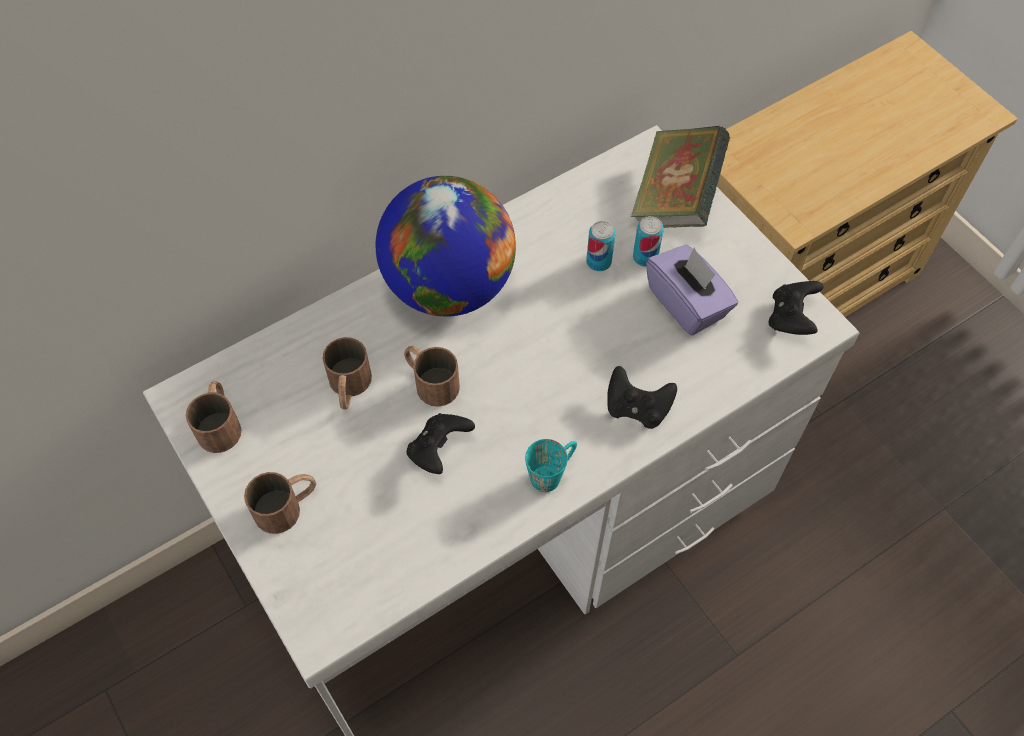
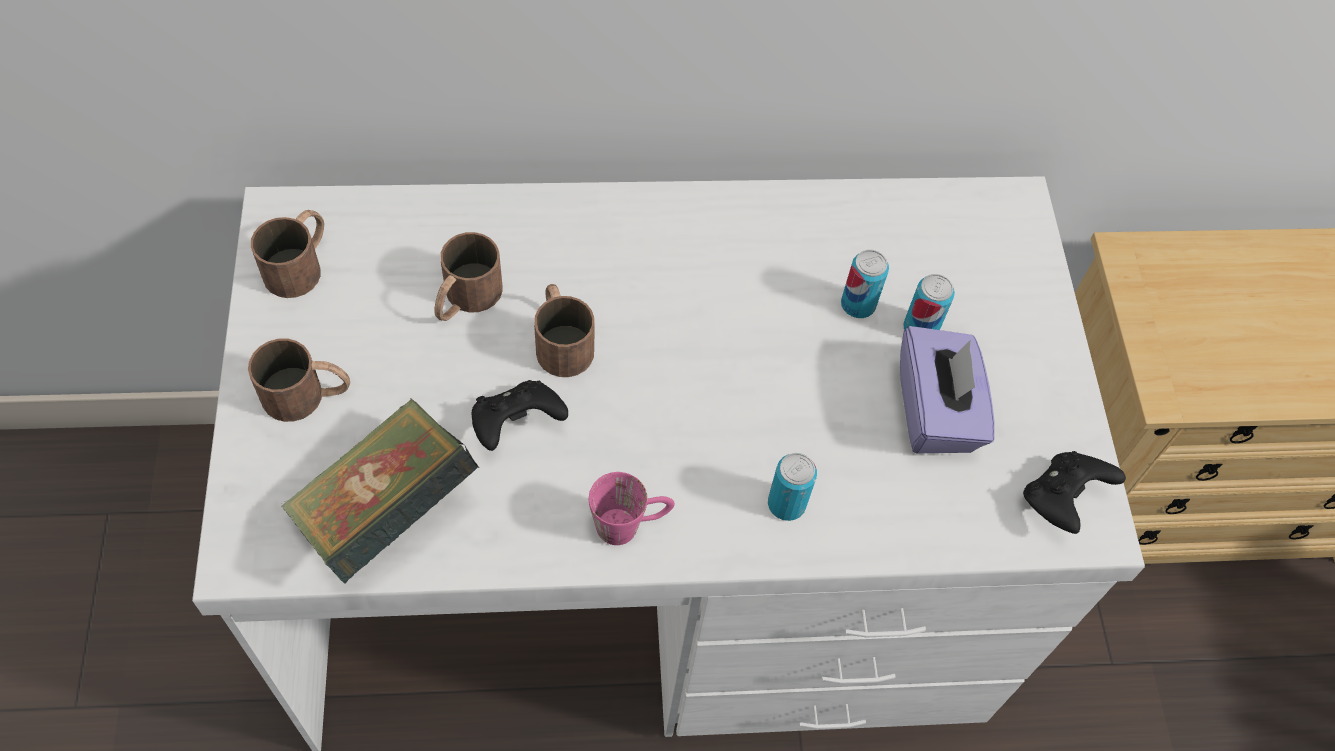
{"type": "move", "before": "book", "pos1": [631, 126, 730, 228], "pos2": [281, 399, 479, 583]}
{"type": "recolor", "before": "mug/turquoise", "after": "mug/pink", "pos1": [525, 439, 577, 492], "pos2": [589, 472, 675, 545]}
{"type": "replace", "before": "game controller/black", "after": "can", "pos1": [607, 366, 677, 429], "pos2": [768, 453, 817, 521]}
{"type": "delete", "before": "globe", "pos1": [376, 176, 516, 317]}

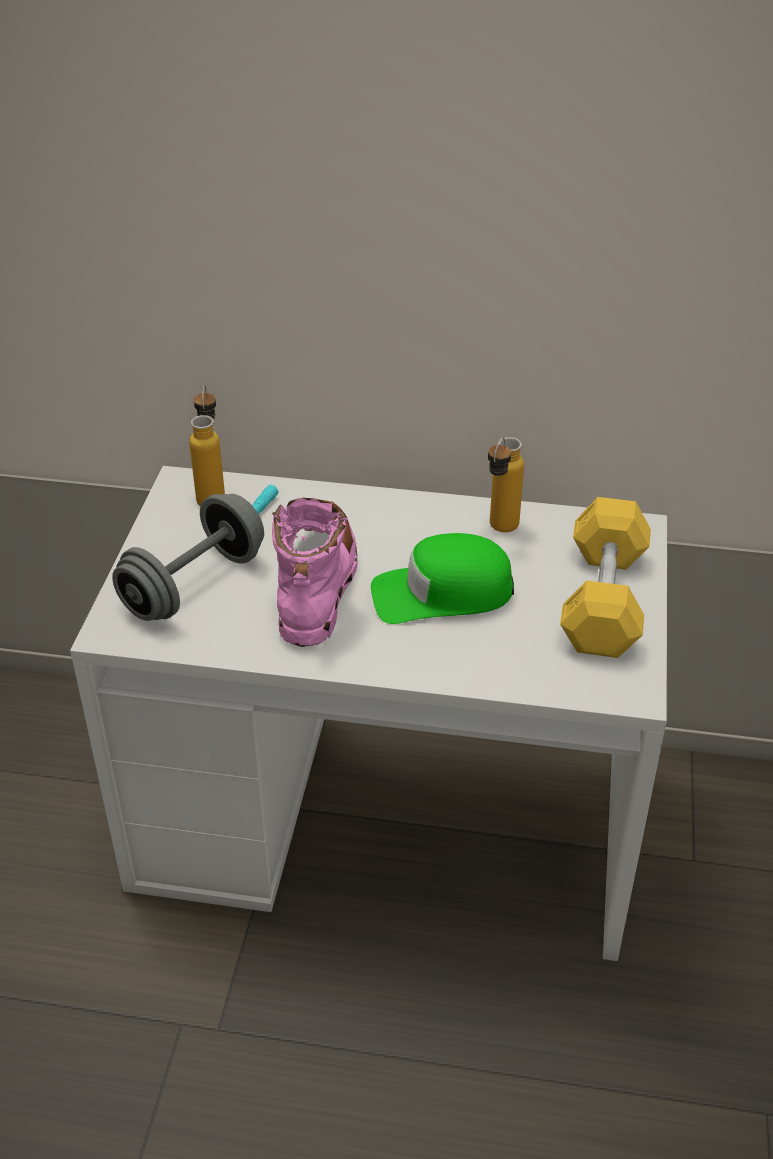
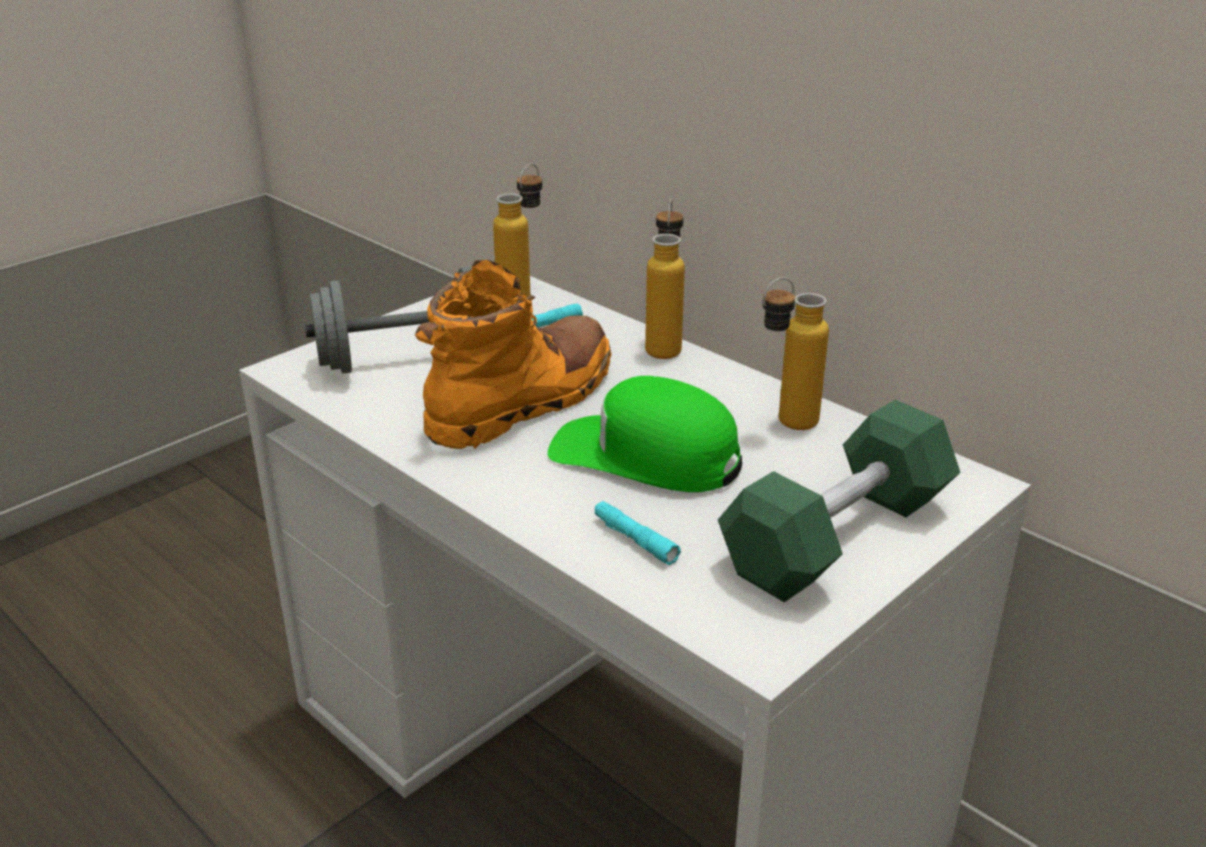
{"type": "recolor", "before": "boot/pink", "after": "boot/orange", "pos1": [272, 498, 357, 647], "pos2": [415, 260, 612, 449]}
{"type": "insert", "after": "flashlight/turquoise", "pos2": [595, 501, 681, 565]}
{"type": "insert", "after": "bottle", "pos2": [645, 199, 685, 359]}
{"type": "recolor", "before": "dumbbell/yellow", "after": "dumbbell/green", "pos1": [560, 497, 651, 658], "pos2": [718, 400, 960, 603]}

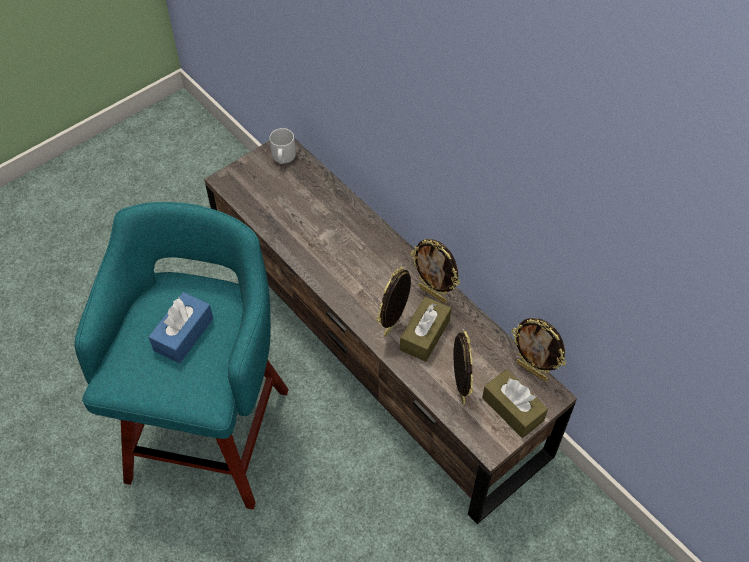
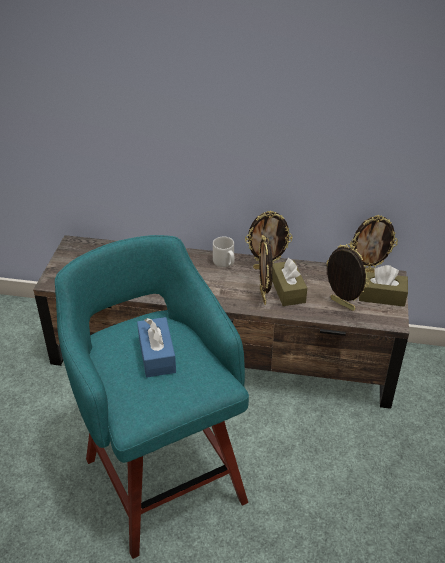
{"type": "move", "before": "mug/grey", "pos1": [270, 128, 296, 164], "pos2": [213, 236, 235, 267]}

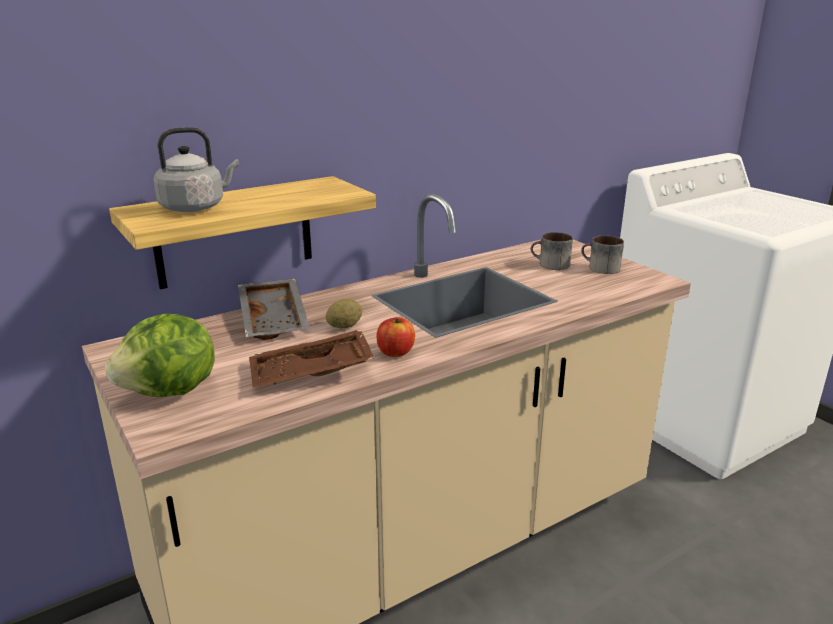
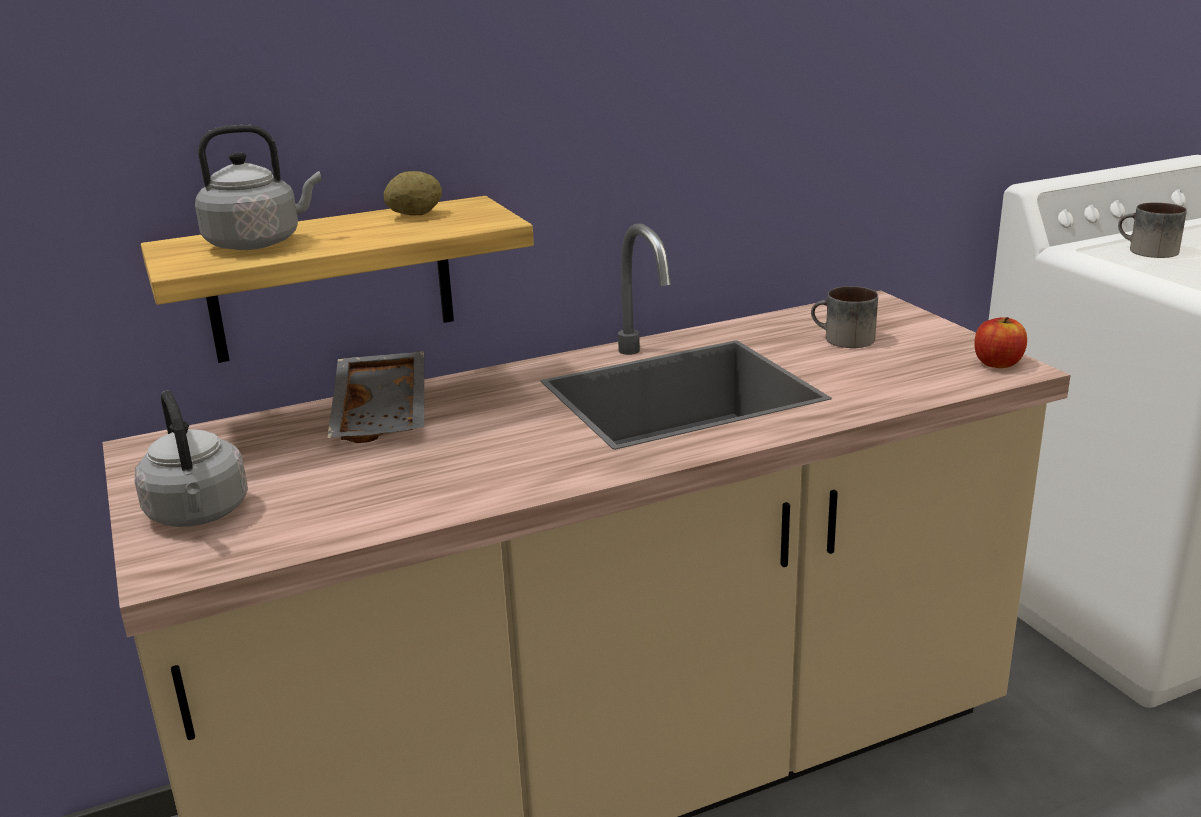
{"type": "replace", "before": "lettuce", "after": "kettle/grey", "pos1": [105, 313, 215, 397], "pos2": [134, 391, 248, 527]}
{"type": "move", "before": "potato", "pos1": [326, 299, 362, 329], "pos2": [383, 171, 442, 216]}
{"type": "move", "before": "apple", "pos1": [377, 317, 415, 357], "pos2": [974, 317, 1027, 368]}
{"type": "move", "before": "mug", "pos1": [581, 235, 624, 274], "pos2": [1118, 202, 1187, 258]}
{"type": "delete", "before": "tray/brown", "pos1": [249, 329, 374, 387]}

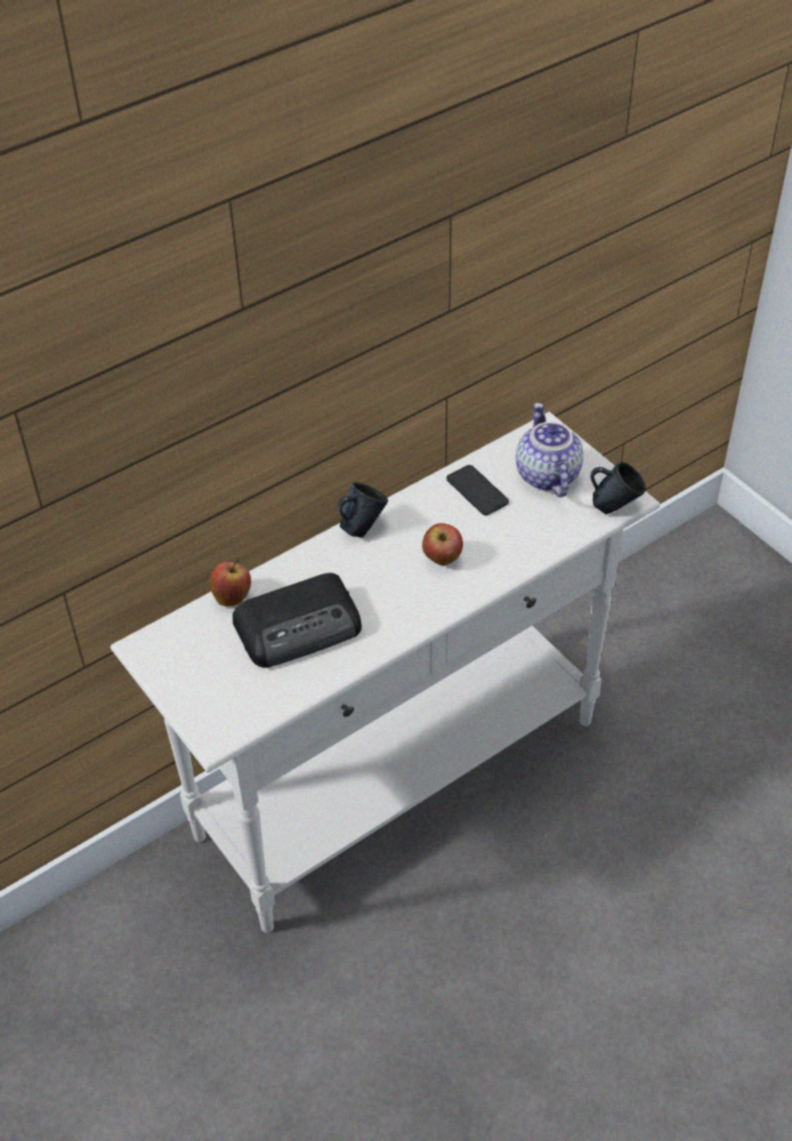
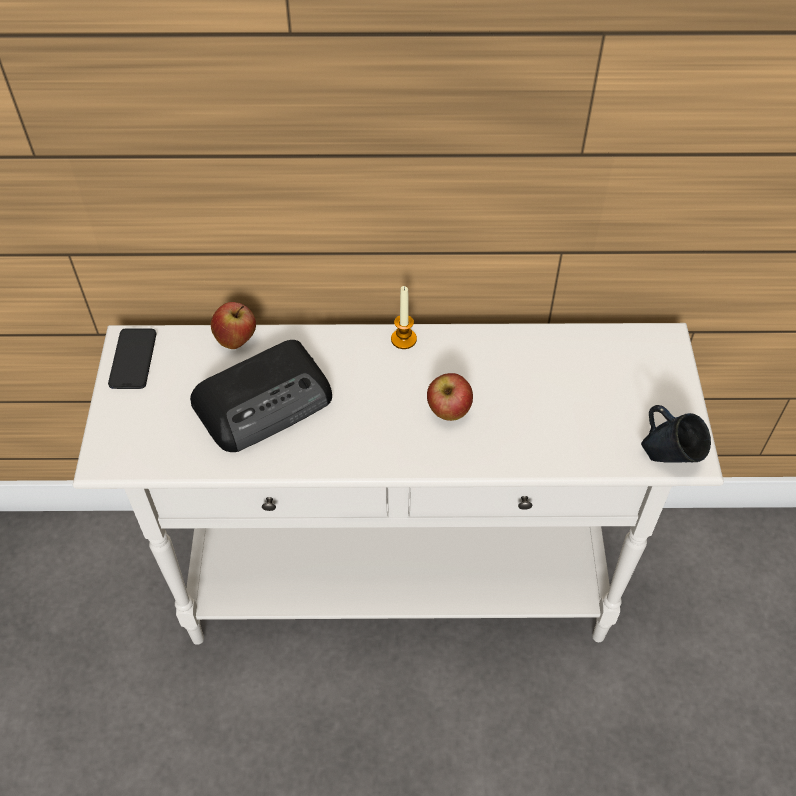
{"type": "move", "before": "phone", "pos1": [447, 465, 509, 516], "pos2": [108, 328, 156, 389]}
{"type": "rotate", "before": "radio", "pos1": [232, 573, 362, 668], "pos2": [190, 340, 332, 452], "turn": -45}
{"type": "replace", "before": "mug/blue", "after": "candle", "pos1": [337, 482, 388, 538], "pos2": [391, 286, 417, 349]}
{"type": "delete", "before": "teapot", "pos1": [516, 403, 583, 497]}

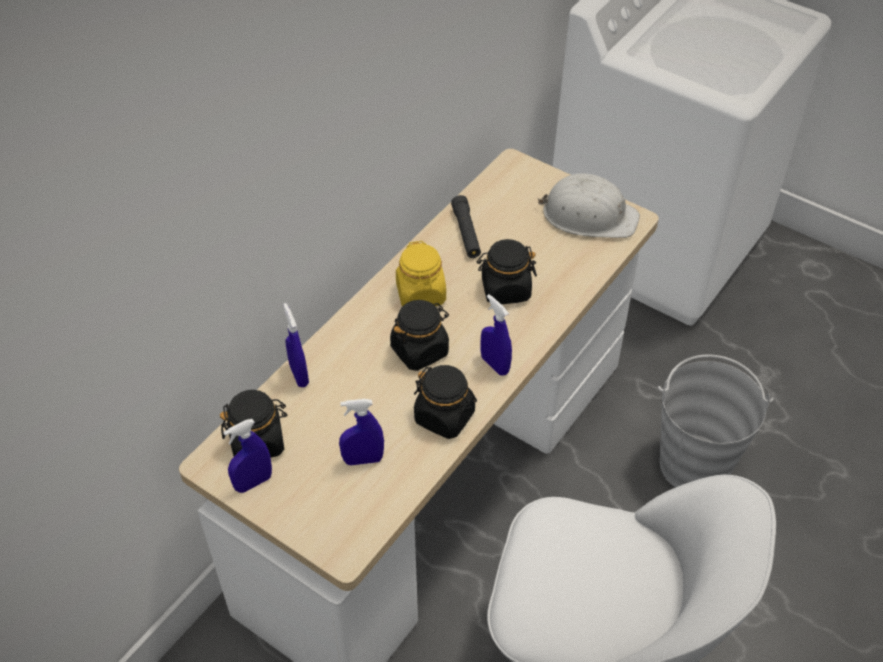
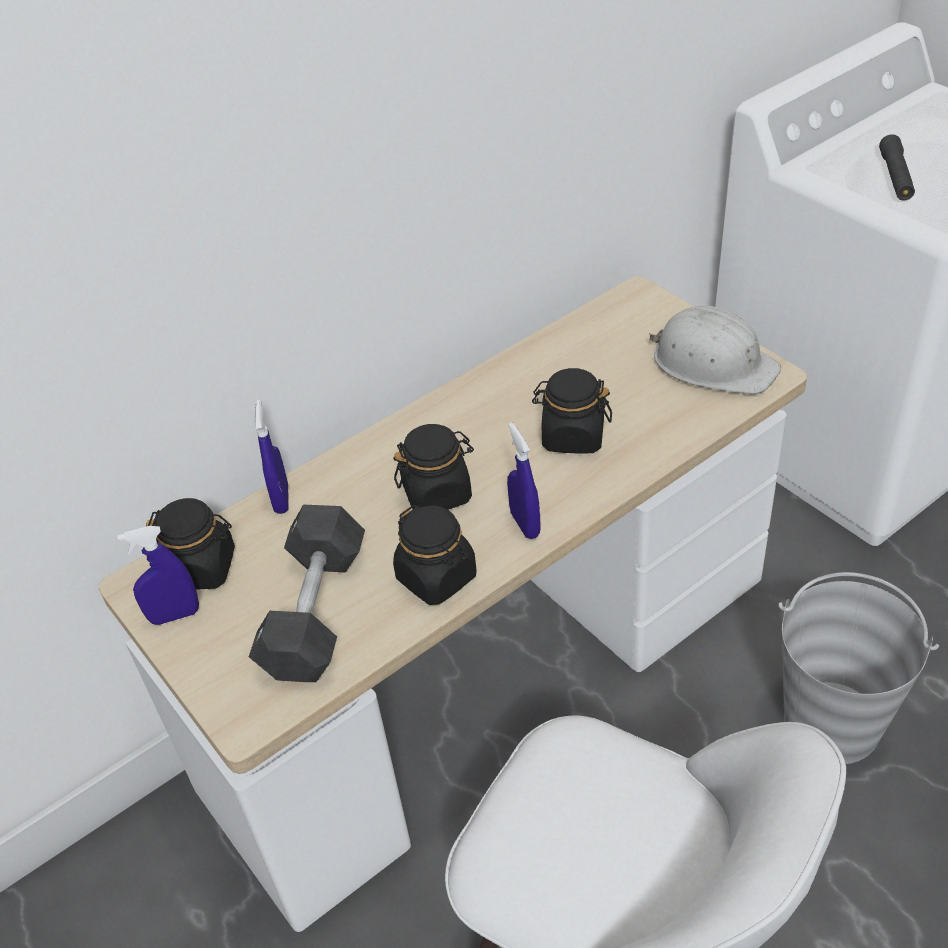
{"type": "replace", "before": "spray bottle/blue", "after": "dumbbell/black", "pos1": [339, 399, 384, 465], "pos2": [249, 505, 365, 682]}
{"type": "move", "before": "flashlight/black", "pos1": [451, 195, 481, 258], "pos2": [879, 134, 915, 200]}
{"type": "delete", "before": "jar/yellow", "pos1": [396, 241, 446, 307]}

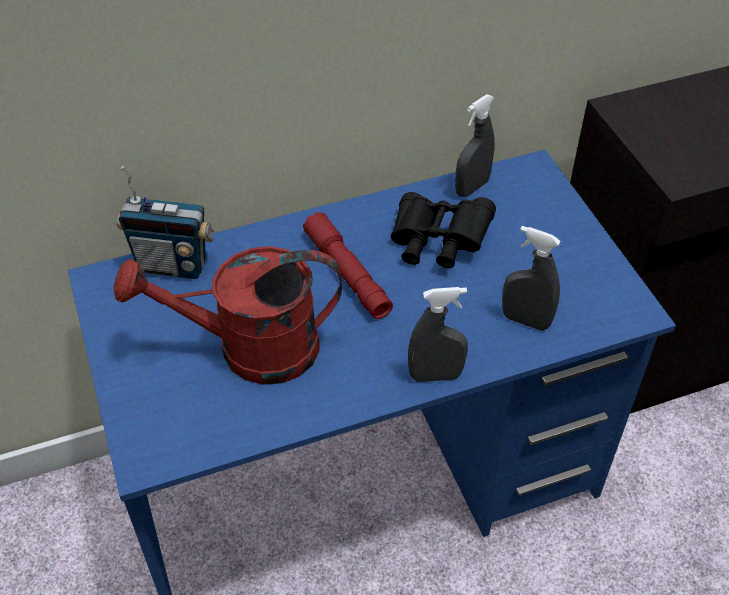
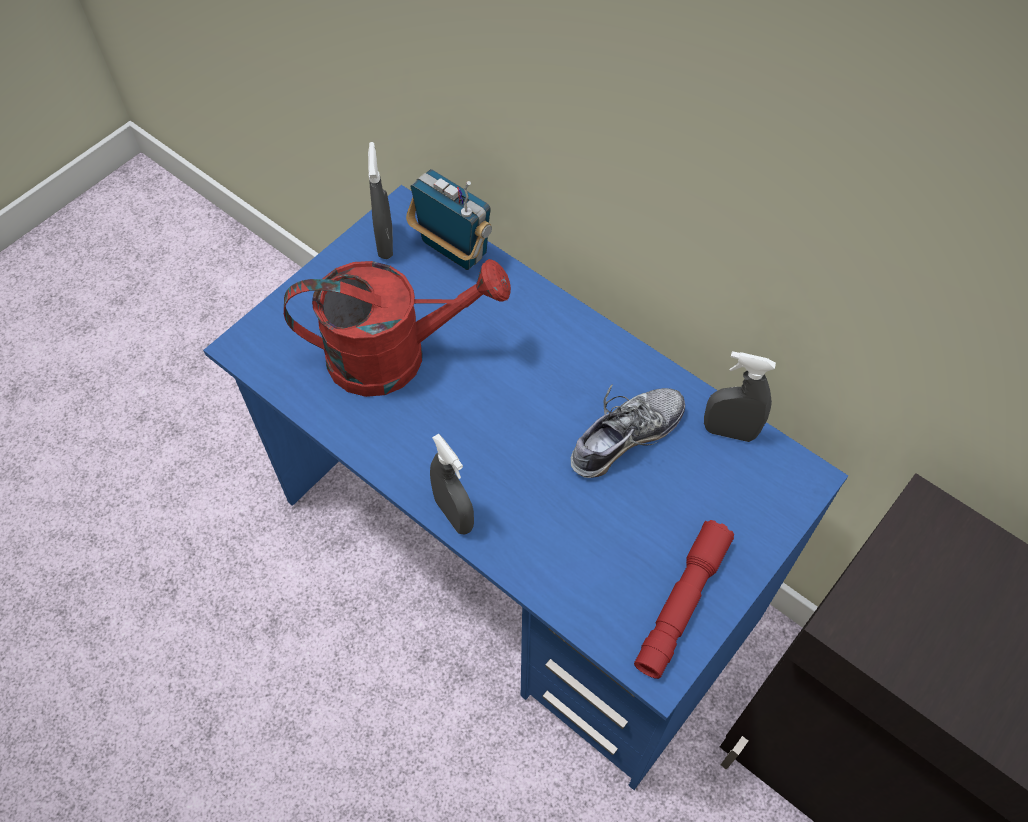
{"type": "rotate", "before": "watering can/red", "pos1": [113, 246, 342, 385], "pos2": [284, 259, 511, 397], "turn": 120}
{"type": "move", "before": "spray bottle/grey", "pos1": [502, 226, 561, 331], "pos2": [368, 142, 393, 259]}
{"type": "rotate", "before": "radio", "pos1": [117, 166, 214, 279], "pos2": [406, 169, 492, 270], "turn": 150}
{"type": "replace", "before": "binoculars/black", "after": "shoe", "pos1": [391, 192, 496, 268], "pos2": [571, 385, 685, 478]}
{"type": "move", "before": "flashlight/red", "pos1": [303, 212, 393, 319], "pos2": [634, 520, 734, 679]}

